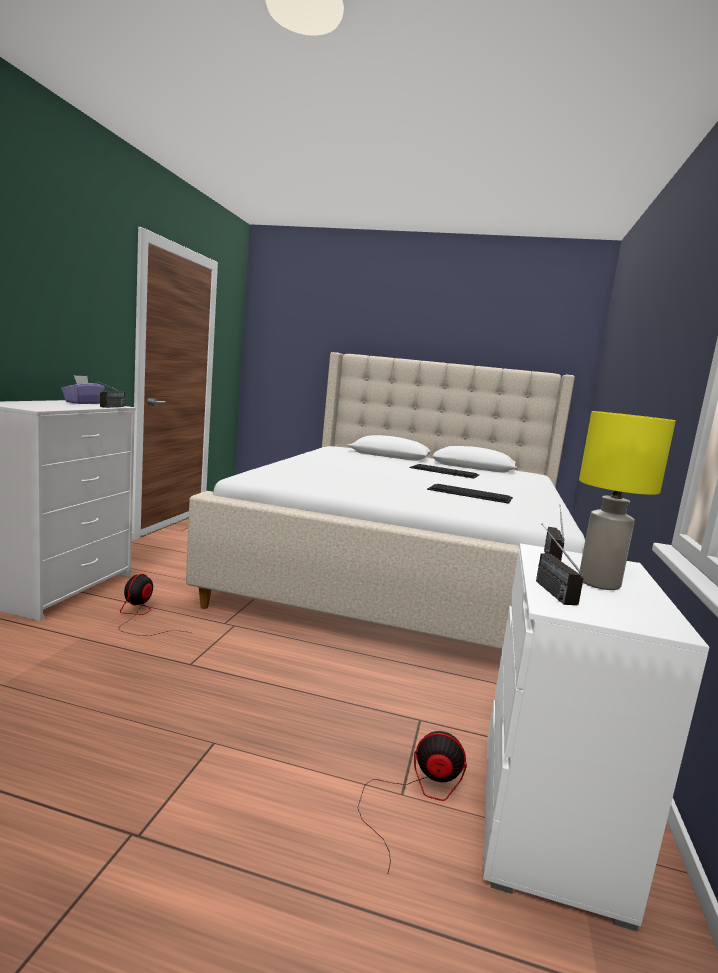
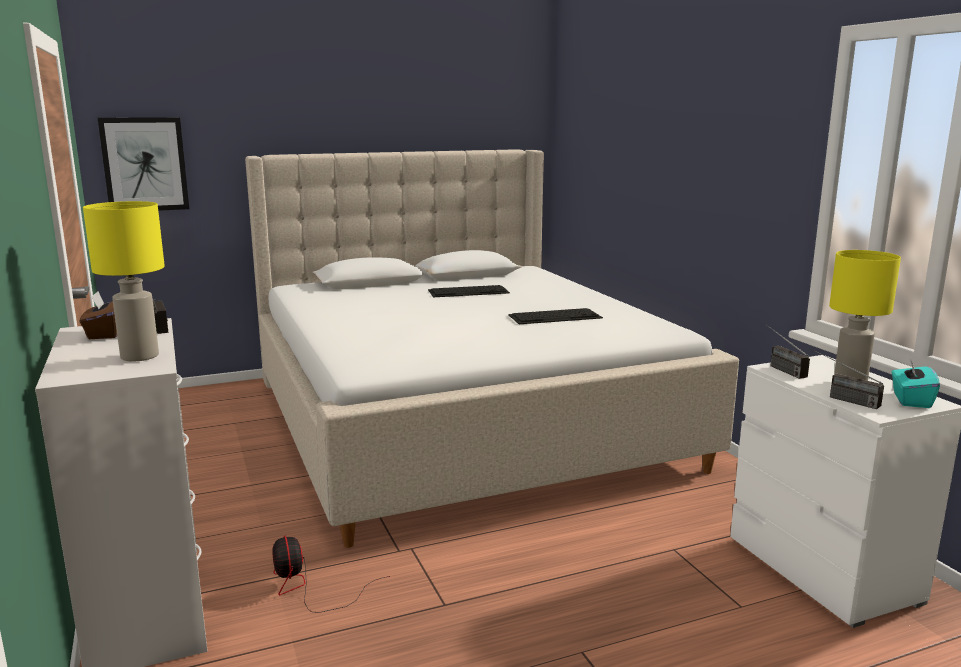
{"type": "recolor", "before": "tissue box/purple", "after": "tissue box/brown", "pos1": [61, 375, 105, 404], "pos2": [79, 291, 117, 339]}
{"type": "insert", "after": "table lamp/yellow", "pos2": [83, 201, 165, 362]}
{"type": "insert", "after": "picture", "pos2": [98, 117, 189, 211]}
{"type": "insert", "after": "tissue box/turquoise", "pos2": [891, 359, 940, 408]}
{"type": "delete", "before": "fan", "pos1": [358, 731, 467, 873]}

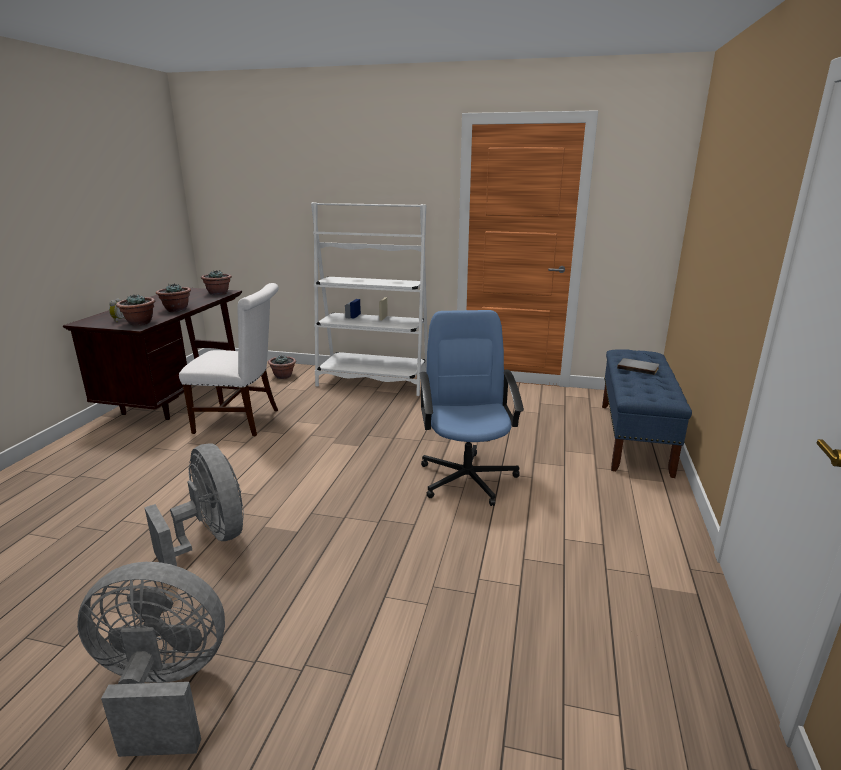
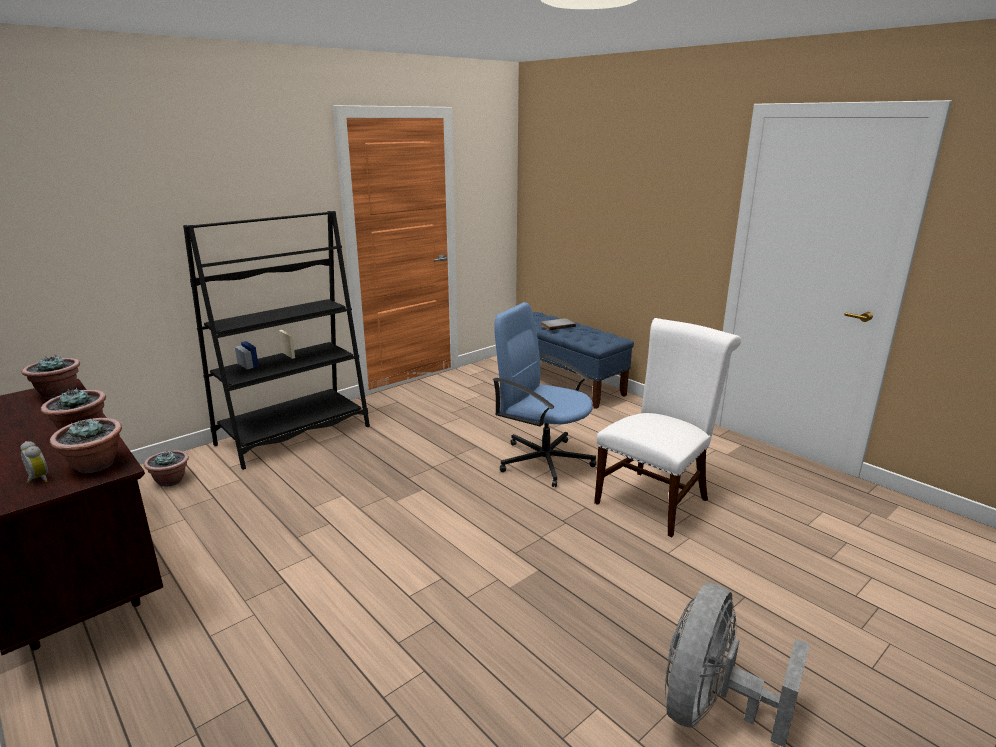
{"type": "recolor", "before": "bookcase/white", "after": "bookcase/black", "pos1": [311, 202, 428, 396], "pos2": [183, 211, 370, 470]}
{"type": "move", "before": "chair/white", "pos1": [179, 283, 279, 436], "pos2": [594, 318, 741, 537]}
{"type": "delete", "before": "fan/grey", "pos1": [144, 443, 244, 566]}

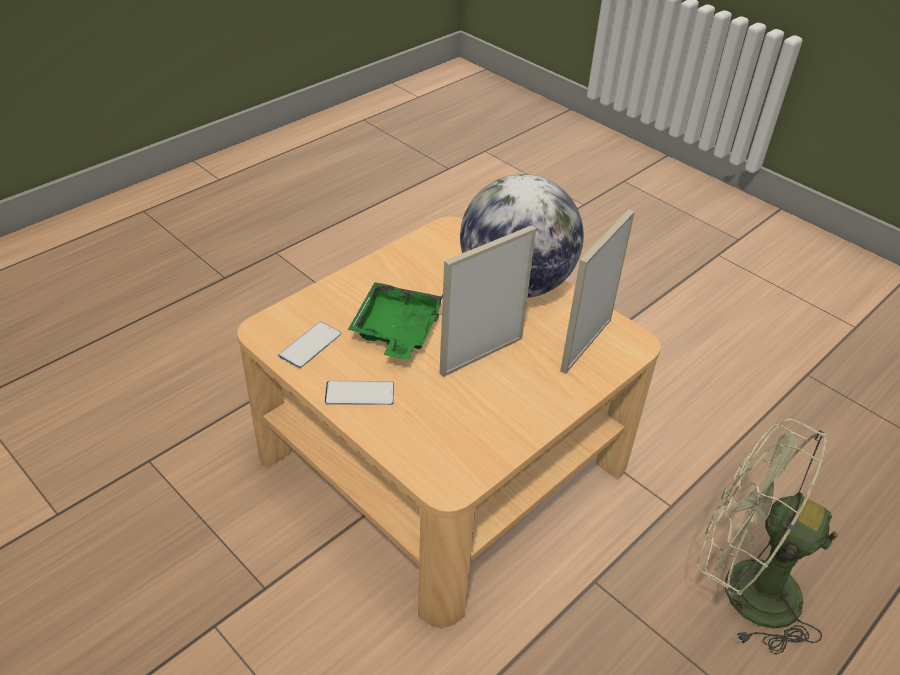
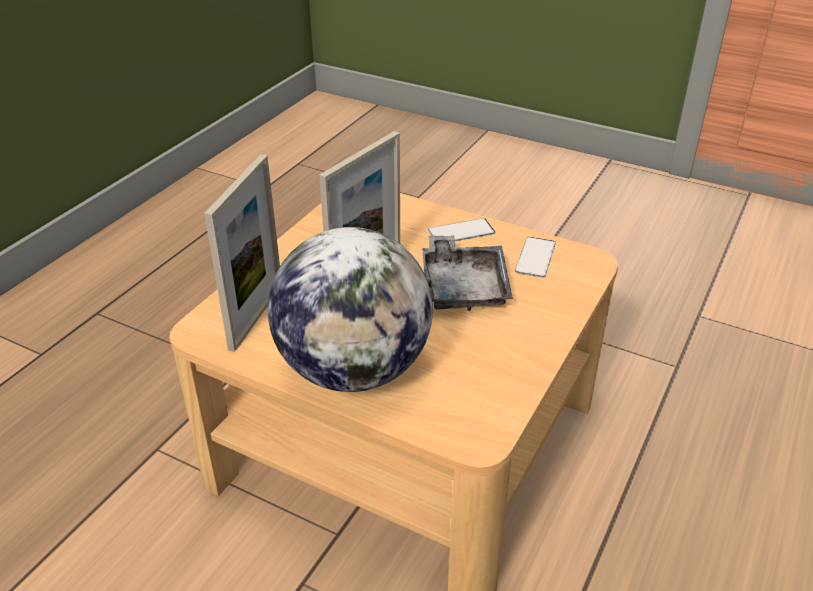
{"type": "recolor", "before": "tray/green", "after": "tray/grey", "pos1": [348, 282, 443, 360], "pos2": [422, 235, 513, 311]}
{"type": "delete", "before": "fan/green", "pos1": [697, 418, 838, 655]}

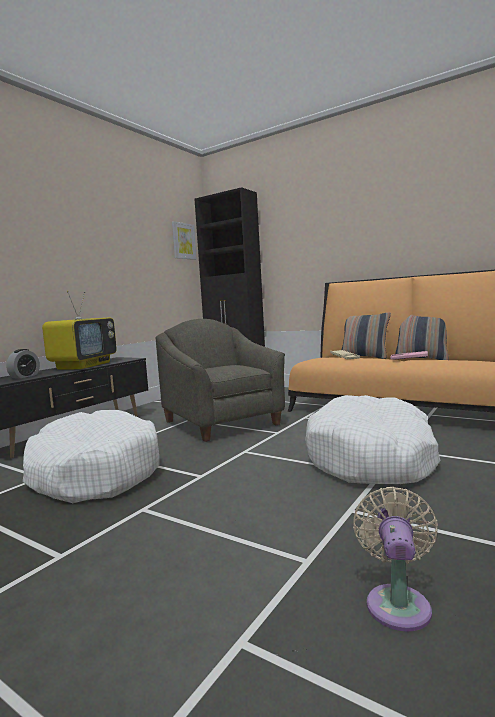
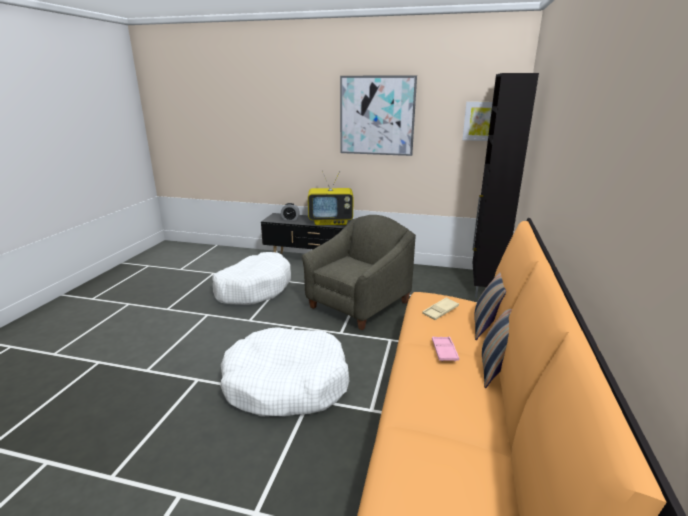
{"type": "insert", "after": "picture", "pos2": [340, 75, 417, 156]}
{"type": "delete", "before": "fan/beige", "pos1": [353, 487, 438, 632]}

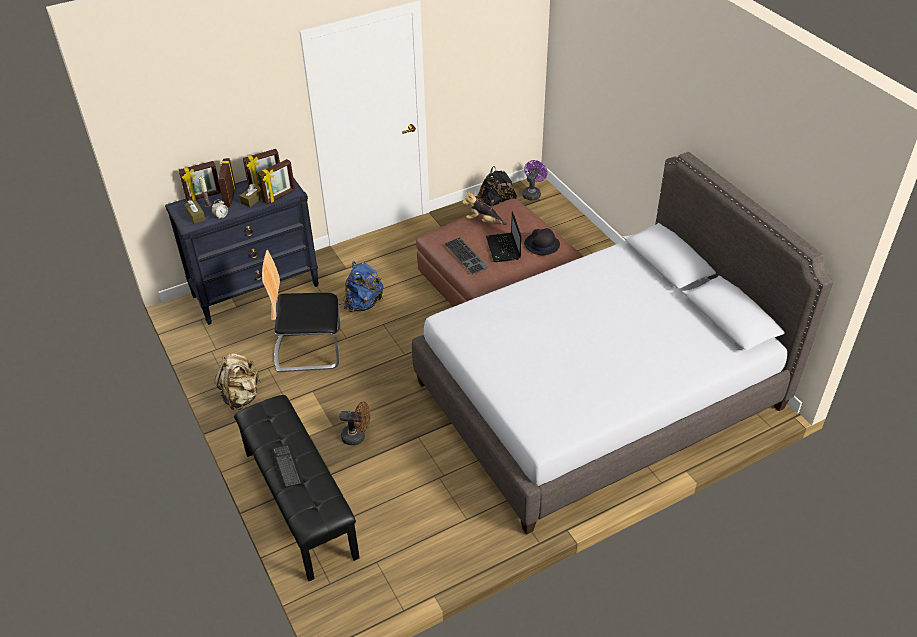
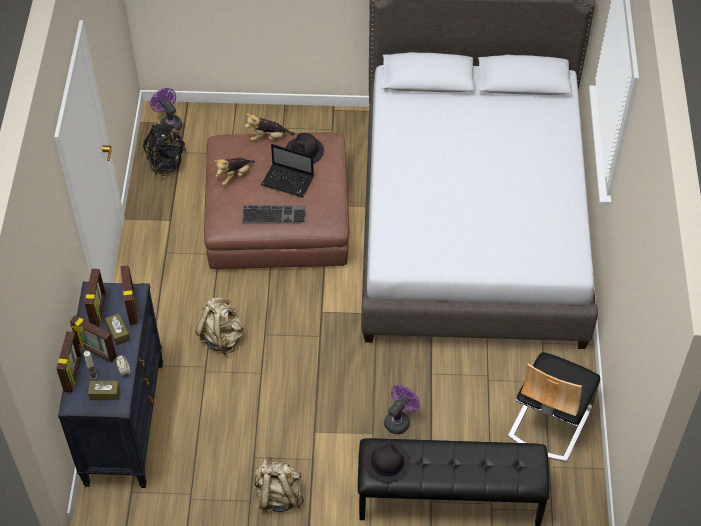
{"type": "recolor", "before": "backpack/blue", "after": "backpack/beige", "pos1": [343, 261, 383, 312], "pos2": [195, 297, 243, 355]}
{"type": "insert", "after": "plush toy", "pos2": [245, 113, 295, 141]}
{"type": "insert", "after": "hat/black", "pos2": [364, 442, 410, 483]}
{"type": "recolor", "before": "fan/brown", "after": "fan/purple", "pos1": [340, 402, 370, 445], "pos2": [384, 385, 420, 434]}
{"type": "move", "before": "chair", "pos1": [262, 250, 340, 372], "pos2": [508, 352, 600, 462]}
{"type": "delete", "before": "keyboard", "pos1": [272, 445, 304, 488]}

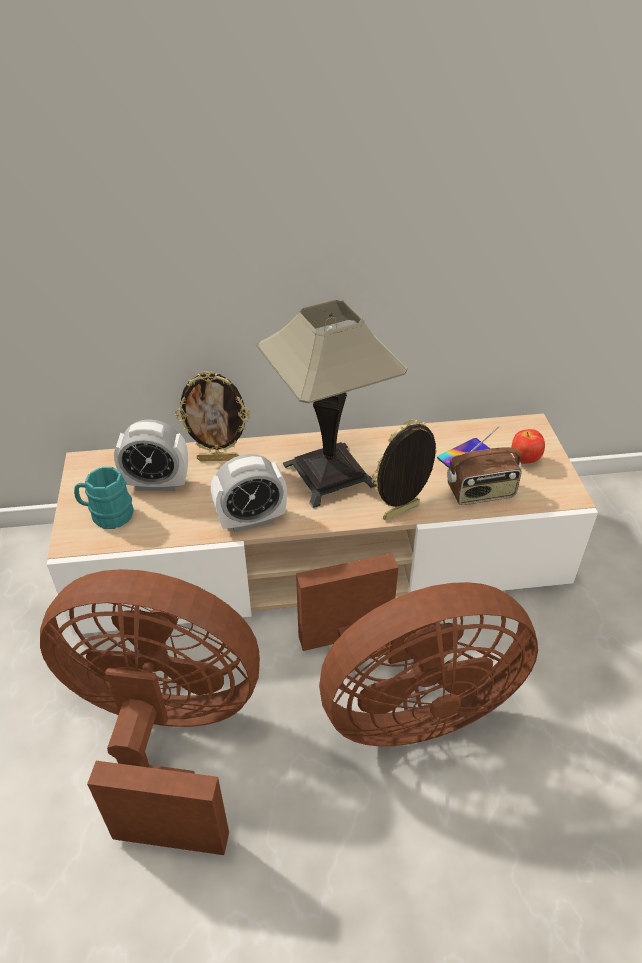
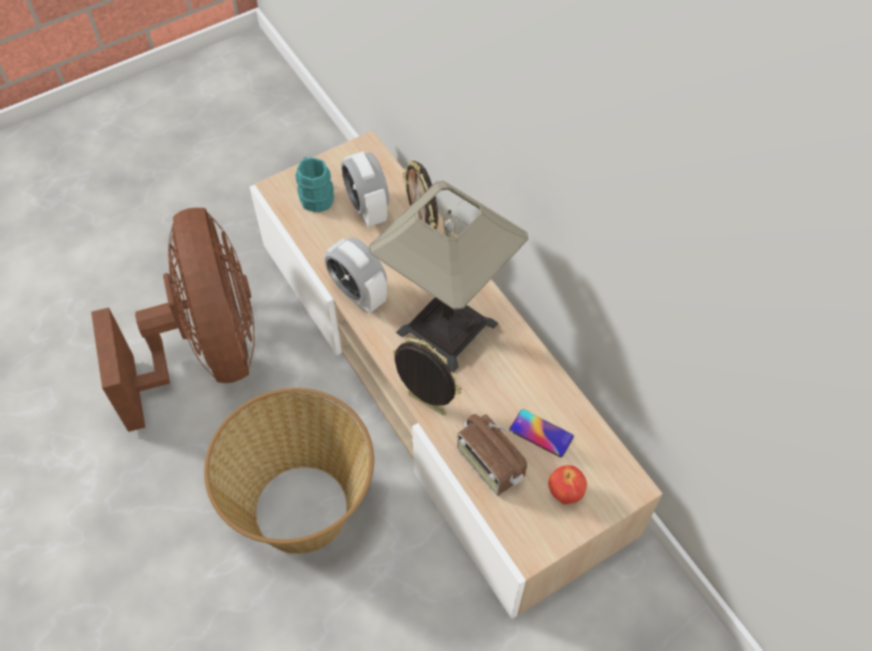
{"type": "replace", "before": "fan/brown", "after": "basket", "pos1": [296, 553, 538, 746], "pos2": [204, 388, 374, 554]}

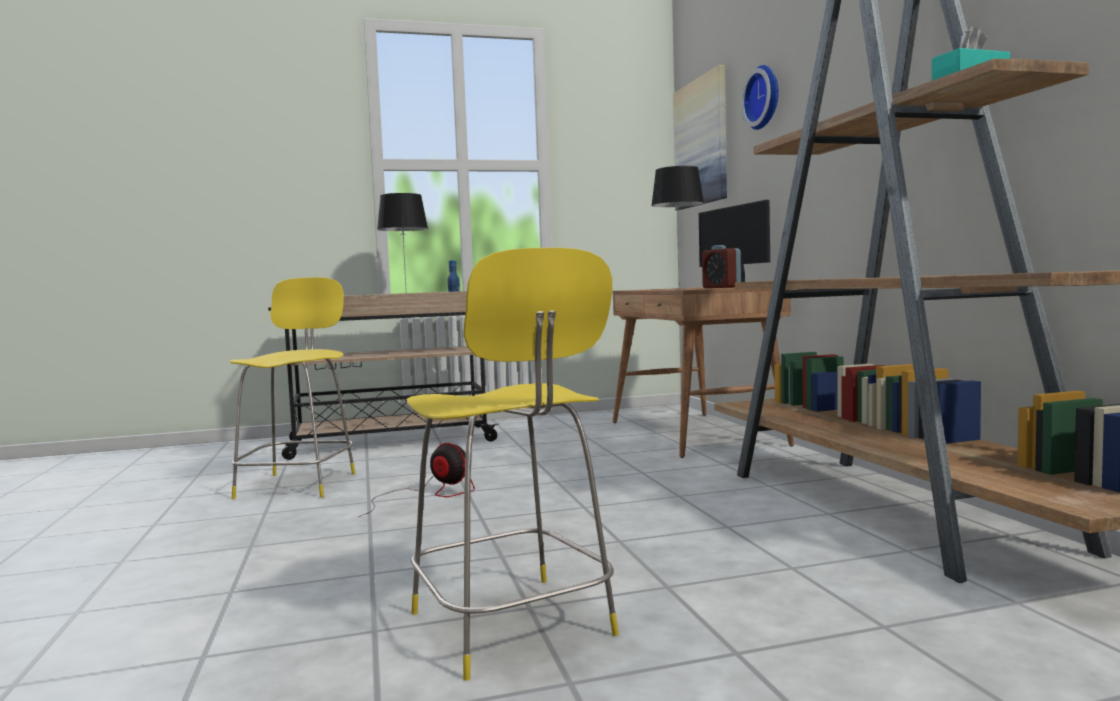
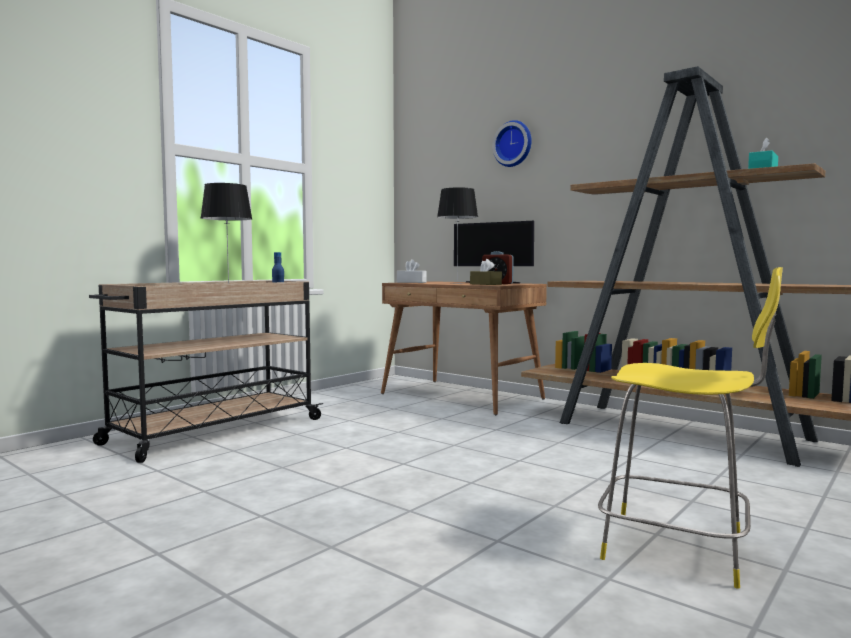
{"type": "insert", "after": "tissue box/white", "pos2": [397, 259, 426, 283]}
{"type": "insert", "after": "tissue box/brown", "pos2": [470, 259, 502, 285]}
{"type": "delete", "before": "chair/yellow", "pos1": [229, 277, 356, 499]}
{"type": "delete", "before": "fan", "pos1": [359, 443, 475, 517]}
{"type": "delete", "before": "picture", "pos1": [673, 65, 727, 210]}

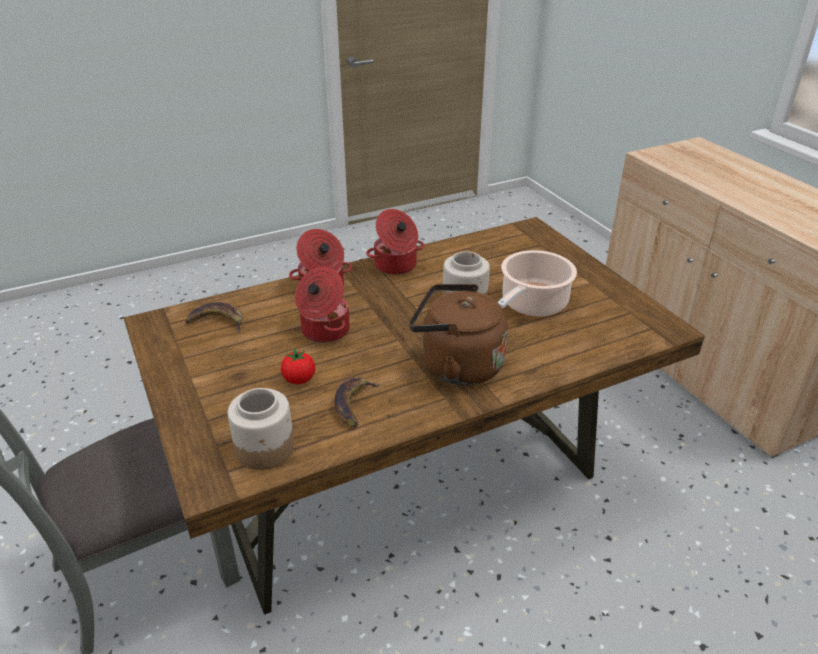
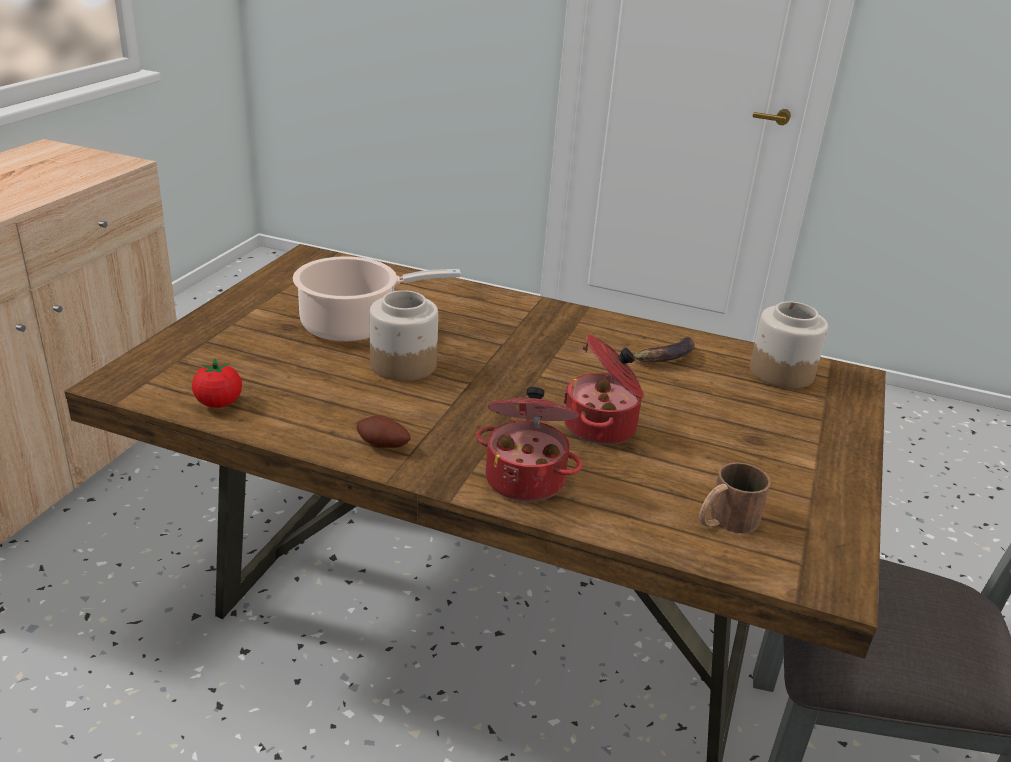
{"type": "move", "before": "tomato", "pos1": [281, 349, 315, 384], "pos2": [192, 359, 242, 408]}
{"type": "replace", "before": "cooking pot", "after": "potato", "pos1": [366, 209, 424, 275], "pos2": [357, 415, 411, 448]}
{"type": "replace", "before": "banana", "after": "mug/brown", "pos1": [186, 302, 243, 333], "pos2": [699, 462, 771, 533]}
{"type": "delete", "before": "kettle/brown", "pos1": [409, 284, 508, 385]}

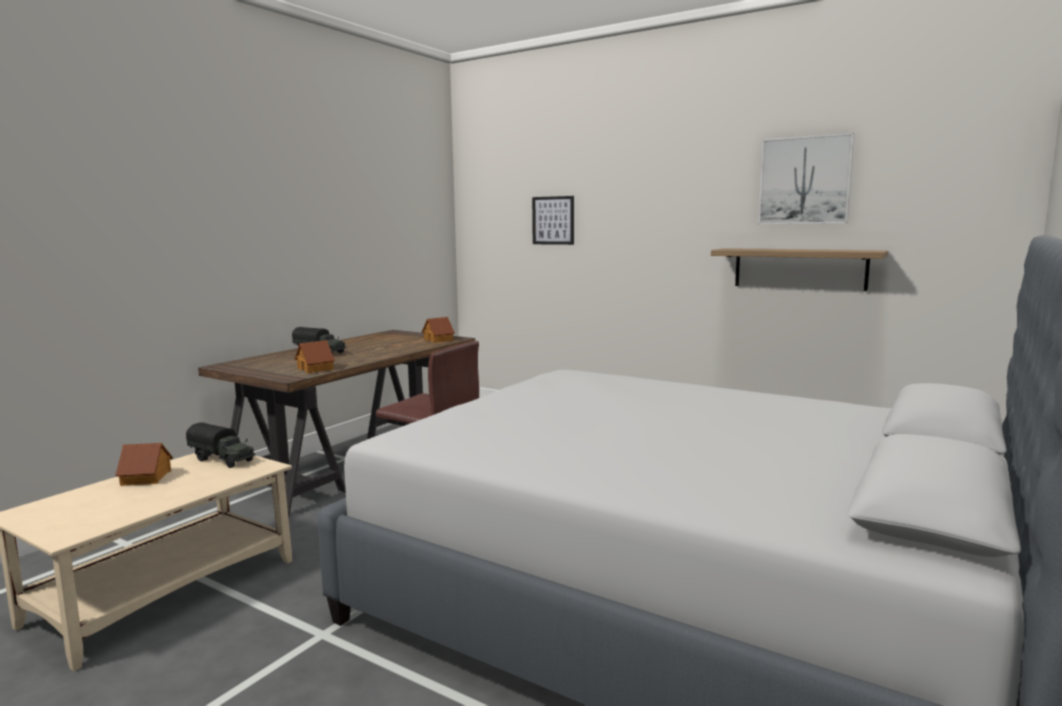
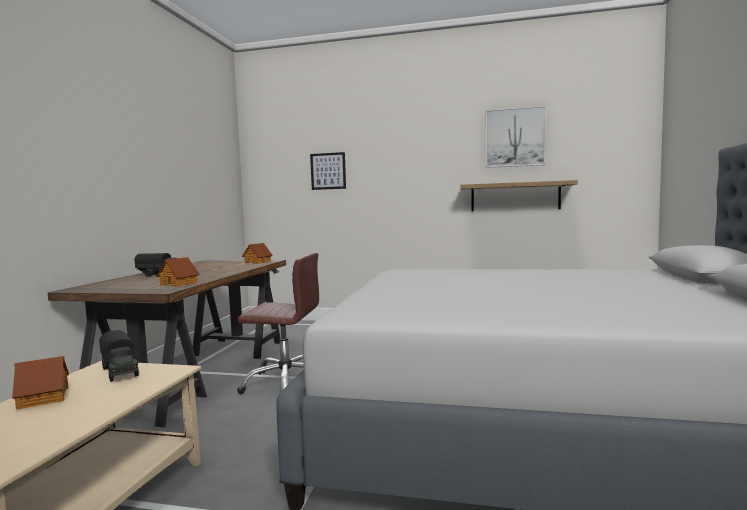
{"type": "rotate", "before": "toy truck", "pos1": [186, 422, 255, 468], "pos2": [99, 330, 139, 382], "turn": 45}

